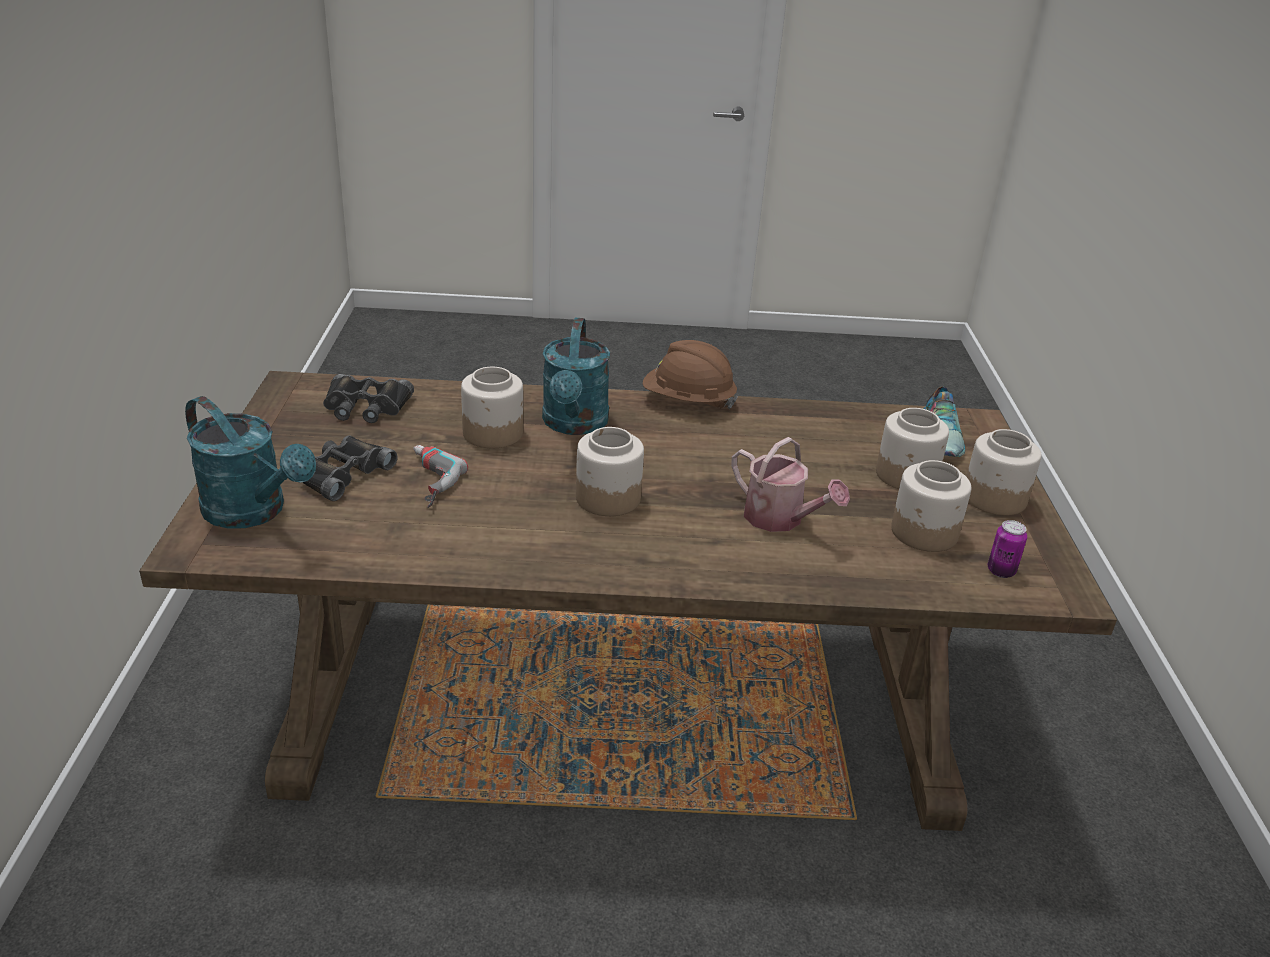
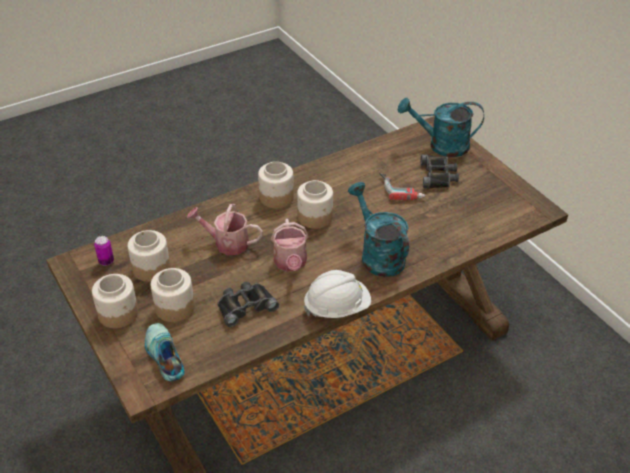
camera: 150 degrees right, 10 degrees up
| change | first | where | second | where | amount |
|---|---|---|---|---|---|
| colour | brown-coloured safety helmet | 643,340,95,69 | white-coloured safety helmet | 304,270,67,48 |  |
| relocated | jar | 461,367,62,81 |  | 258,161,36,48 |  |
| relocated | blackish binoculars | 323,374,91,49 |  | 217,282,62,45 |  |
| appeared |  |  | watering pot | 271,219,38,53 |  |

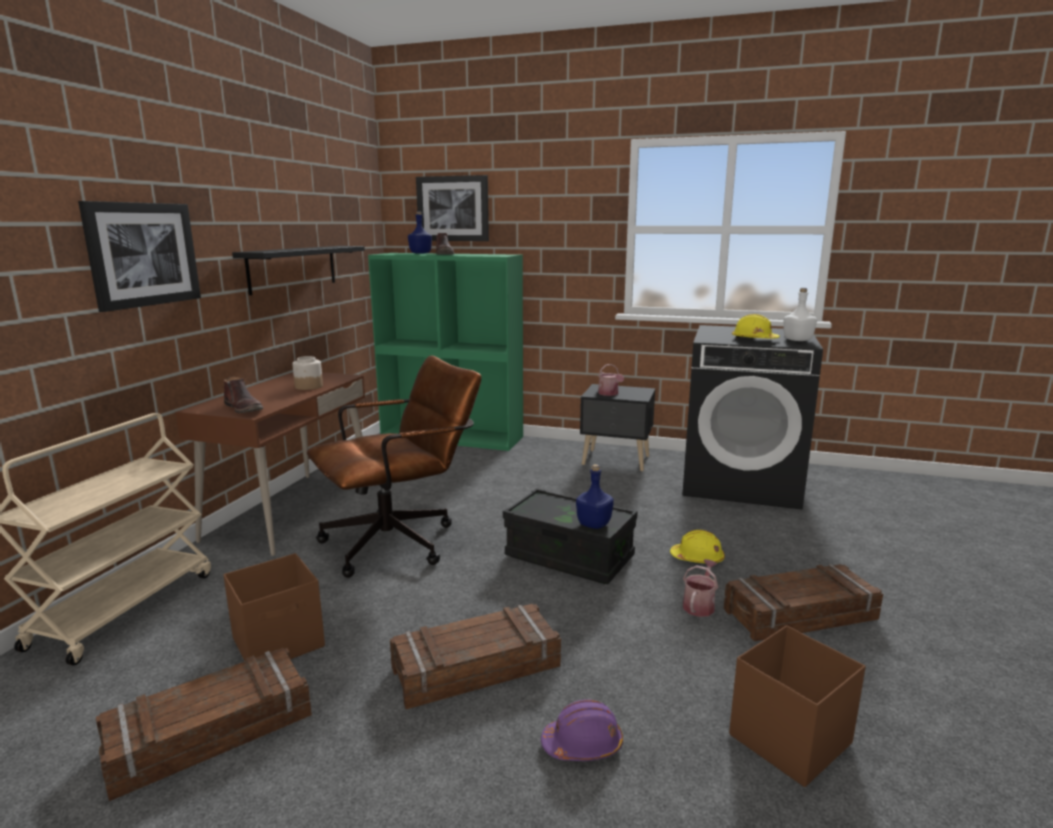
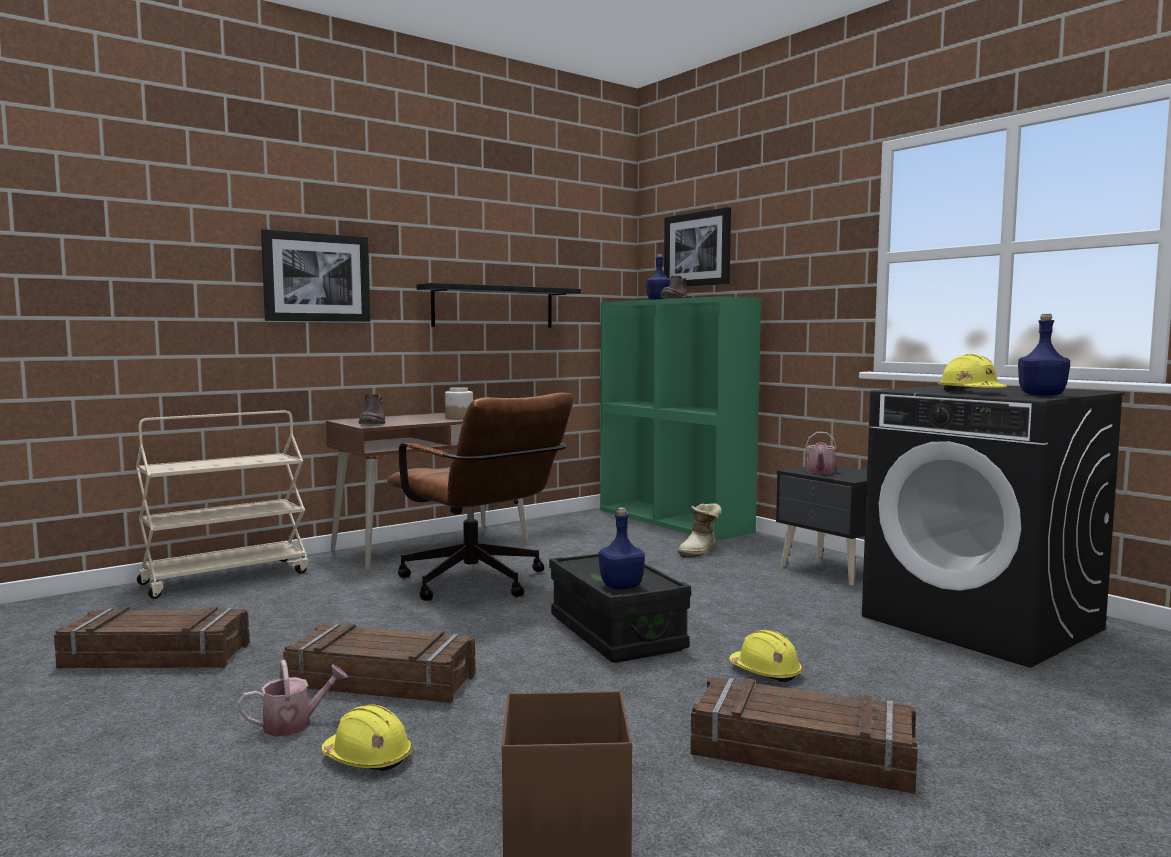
camera: 35 degrees right, 10 degrees down
| change | first | where | second | where | amount |
|---|---|---|---|---|---|
| colour | white-coloured bottle | 783,288,34,53 | bluish bottle | 1018,314,52,82 |  |
| spun | brown-coloured desk chair | 307,355,174,223 |  | 387,393,187,208 | 45 degrees clockwise |
| missing | brown-coloured storage bin | 223,553,102,108 |  |  |  |
| relocated | watering pot | 683,559,35,58 |  | 238,660,110,76 |  |
| colour | purple safety helmet | 541,699,82,62 | yellow safety helmet | 321,704,92,67 |  |
| appeared |  |  | boot | 677,503,45,55 |  |

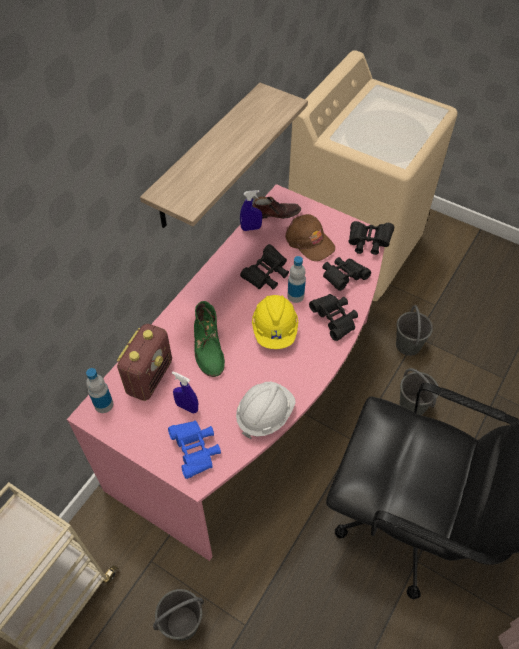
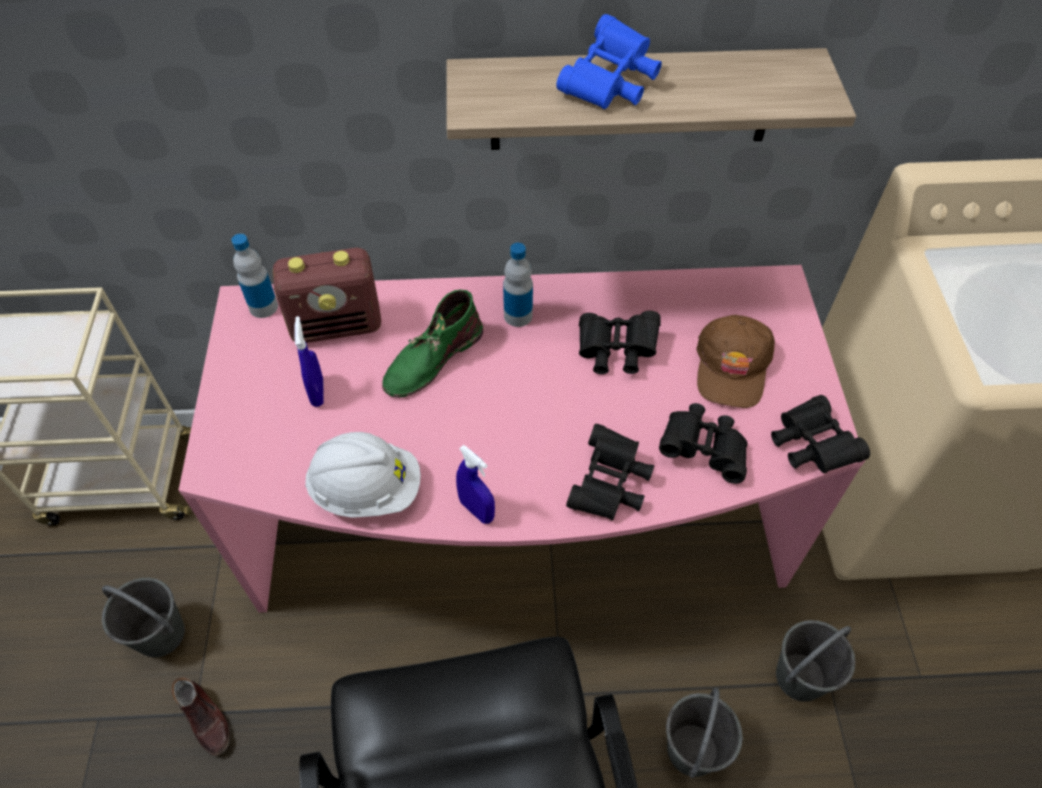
camera: 55 degrees right, 0 degrees up
| change | first | where | second | where | amount |
|---|---|---|---|---|---|
| relocated | bluish spray bottle | 240,190,22,41 |  | 456,445,39,79 |  |
| relocated | brown-coloured low shoe | 252,197,49,22 |  | 172,677,58,79 |  |
| relocated | bottle | 287,256,19,47 |  | 503,243,30,84 |  |
| missing | yellow safety helmet | 252,295,46,54 |  |  |  |
| relocated | bluish binoculars | 168,420,53,59 |  | 556,14,106,95 |  |

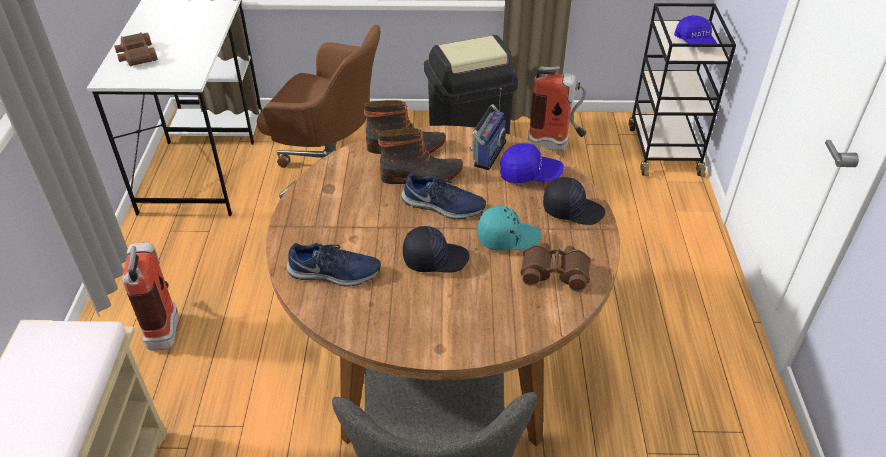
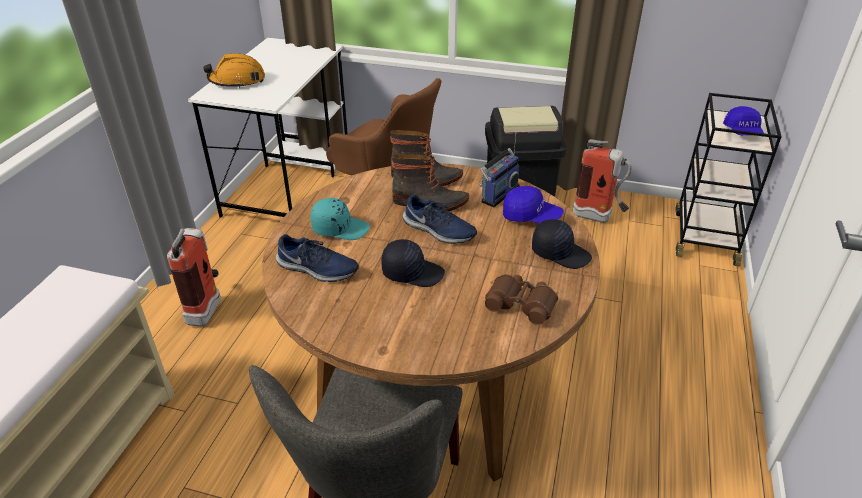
camera: 15 degrees right, 5 degrees down
| change | first | where | second | where | amount |
|---|---|---|---|---|---|
| exchanged | brown-coloured binoculars | 114,32,44,34 | orange safety helmet | 203,53,62,35 |  |
| relocated | blue-green peaked cap | 478,206,63,45 |  | 311,198,59,42 |  |

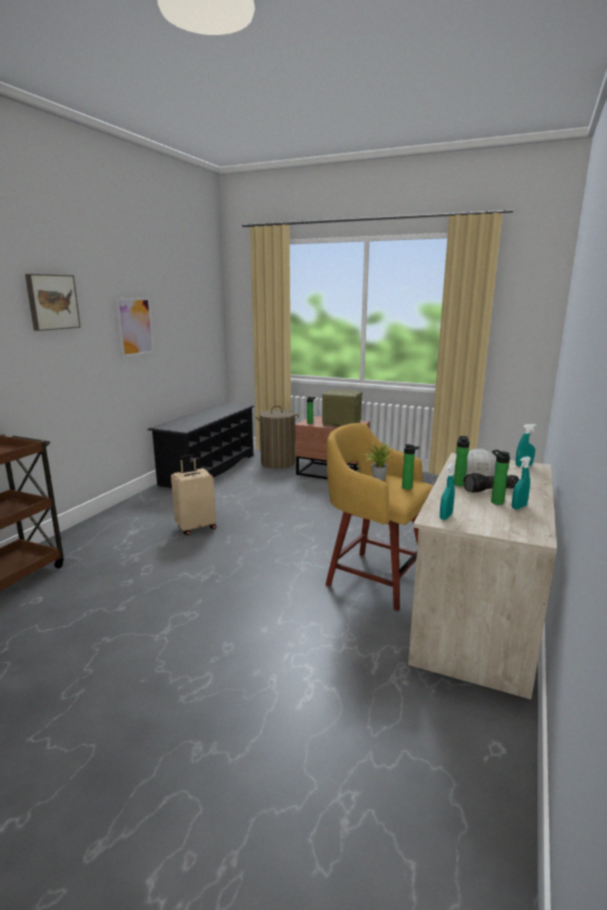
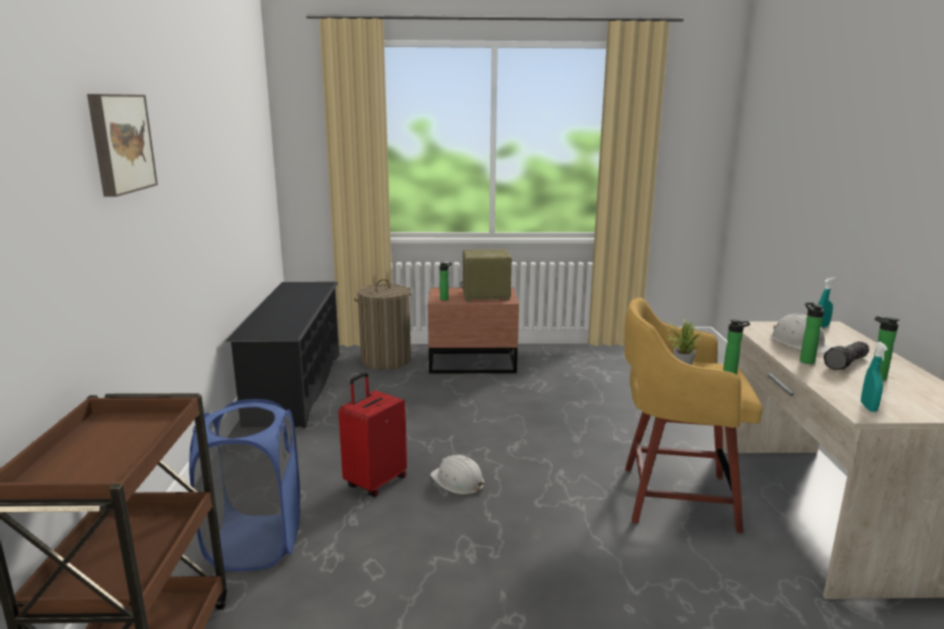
camera: 25 degrees left, 0 degrees up
| change | first | where | second | where | amount |
|---|---|---|---|---|---|
| missing | wall picture | 116,297,39,61 |  |  |  |
| colour | sand-coloured piece of luggage | 171,454,45,81 | red piece of luggage | 338,372,69,125 |  |
| missing | blue-green spray bottle | 512,456,19,53 |  |  |  |
| appeared |  |  | bluish washing basket | 189,399,111,172 |  |
| appeared |  |  | white-coloured safety helmet | 430,455,55,39 |  |

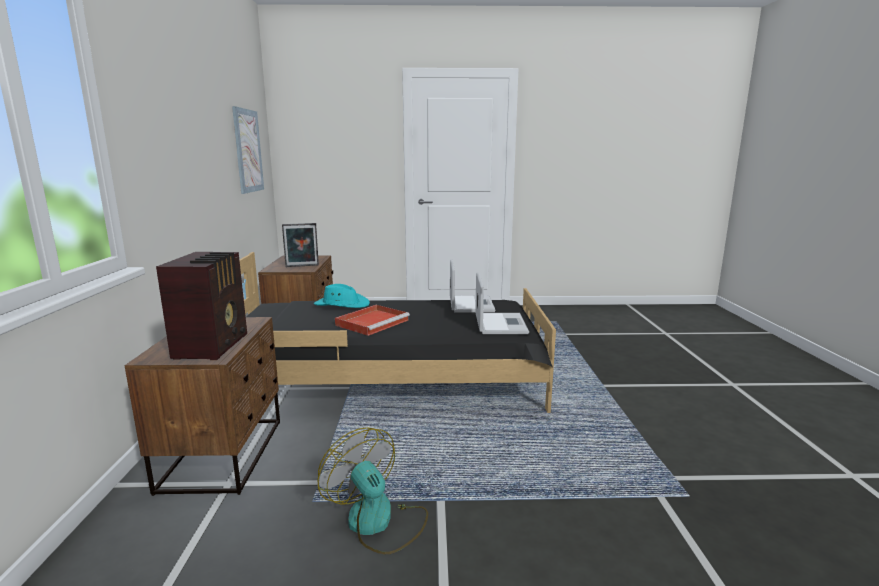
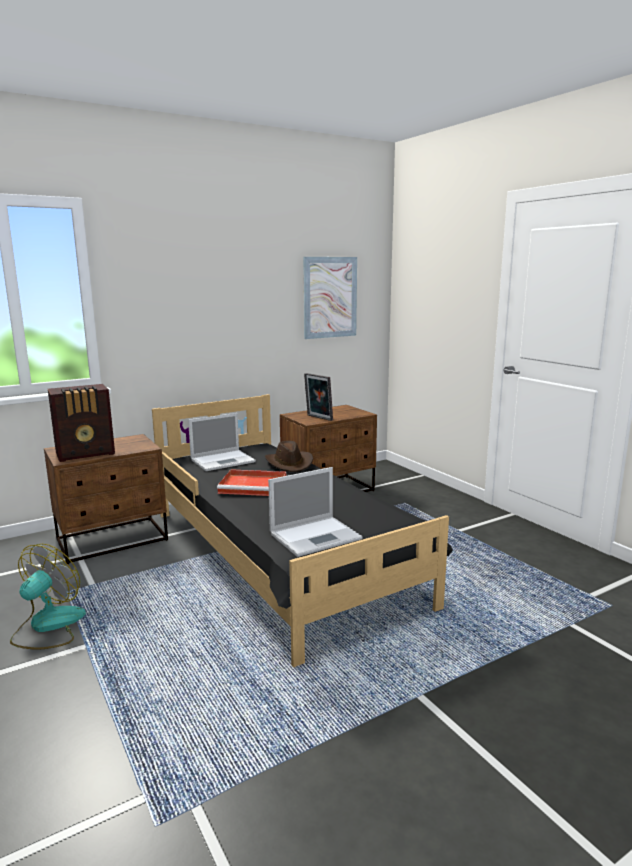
camera: 60 degrees right, 0 degrees up
| change | first | where | second | where | amount |
|---|---|---|---|---|---|
| relocated | portable computer | 450,259,45,54 |  | 188,413,68,58 |  |
| colour | blue-green hat | 314,284,56,24 | brown-coloured hat | 265,441,48,31 |  |

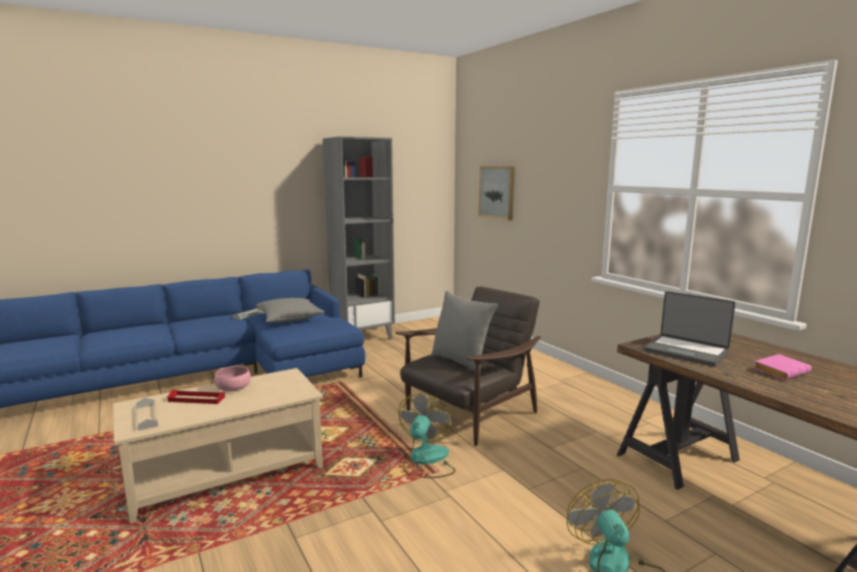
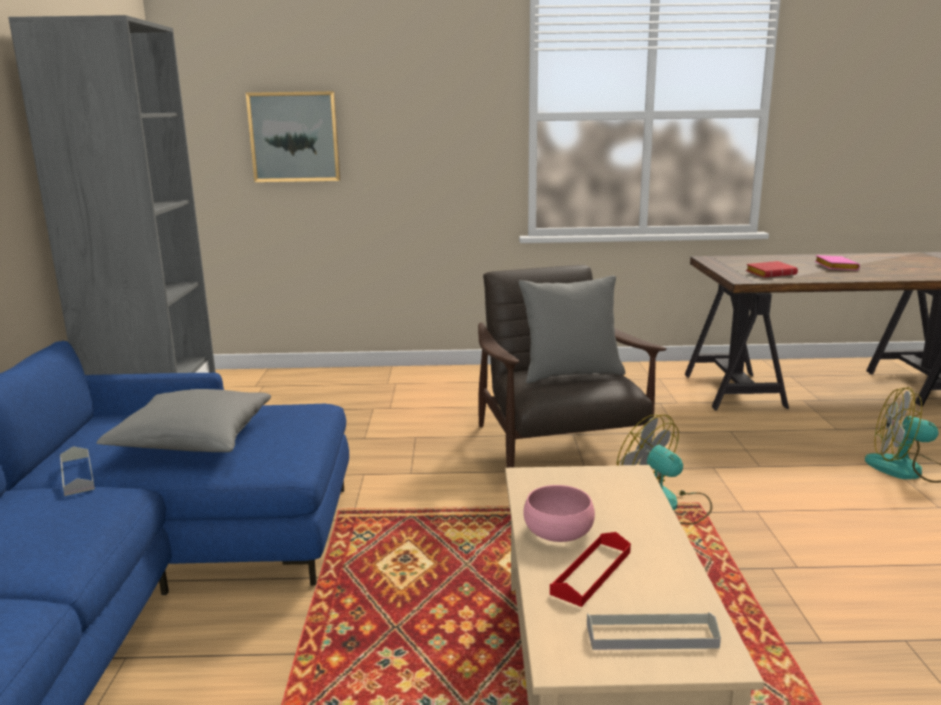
camera: 60 degrees left, 5 degrees up
| change | first | where | second | where | amount |
|---|---|---|---|---|---|
| exchanged | portable computer | 644,291,92,75 | red book | 746,261,52,17 |  |

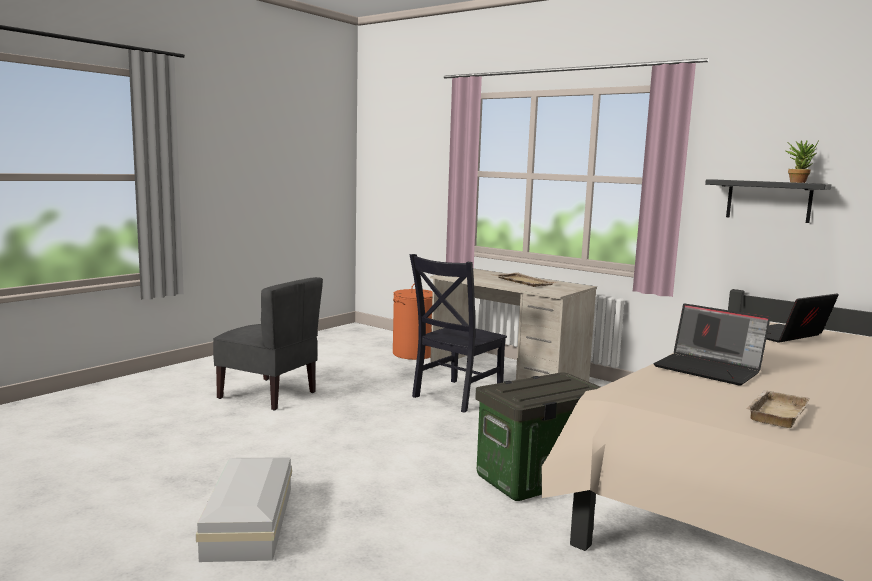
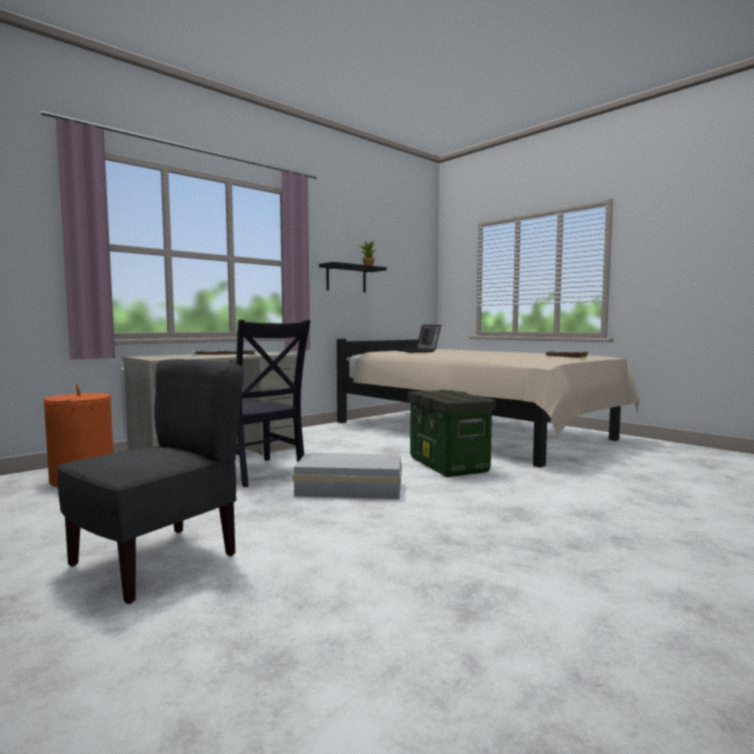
camera: 80 degrees left, 5 degrees down
| change | first | where | second | where | amount |
|---|---|---|---|---|---|
| missing | portable computer | 653,303,117,82 |  |  |  |
| relocated | white-coloured storage bin | 196,457,96,105 |  | 292,453,110,46 |  |

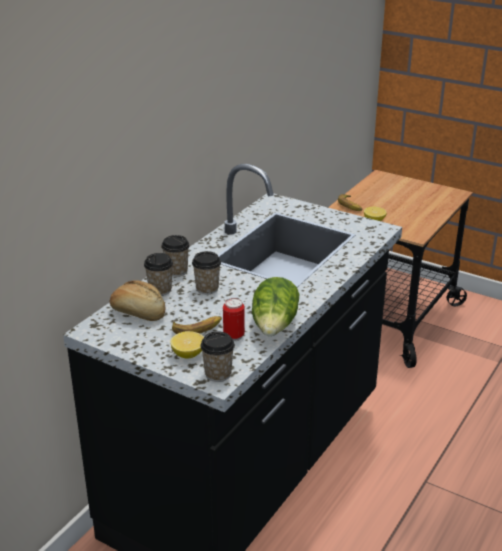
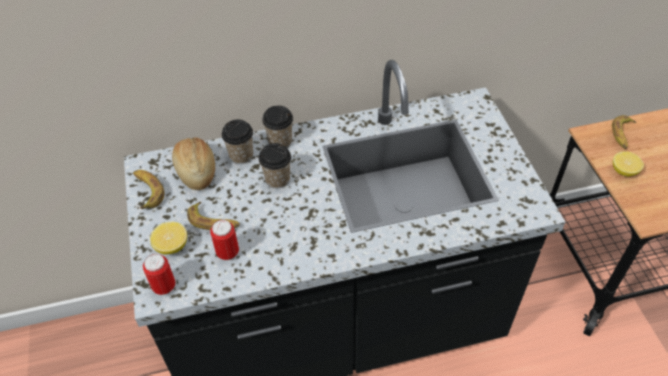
camera: 45 degrees right, 20 degrees up
| change | first | where | second | where | amount |
|---|---|---|---|---|---|
| missing | head of lettuce | 252,277,48,59 |  |  |  |
| exchanged | cup | 200,331,35,51 | can | 143,254,32,41 |  |
| appeared |  |  | whole banana | 133,170,31,39 |  |

